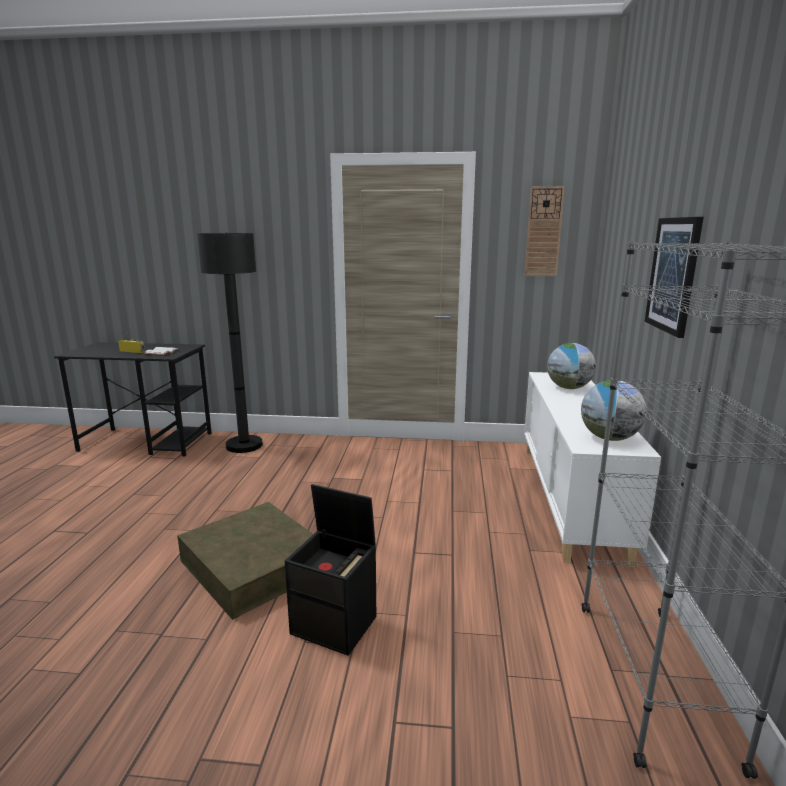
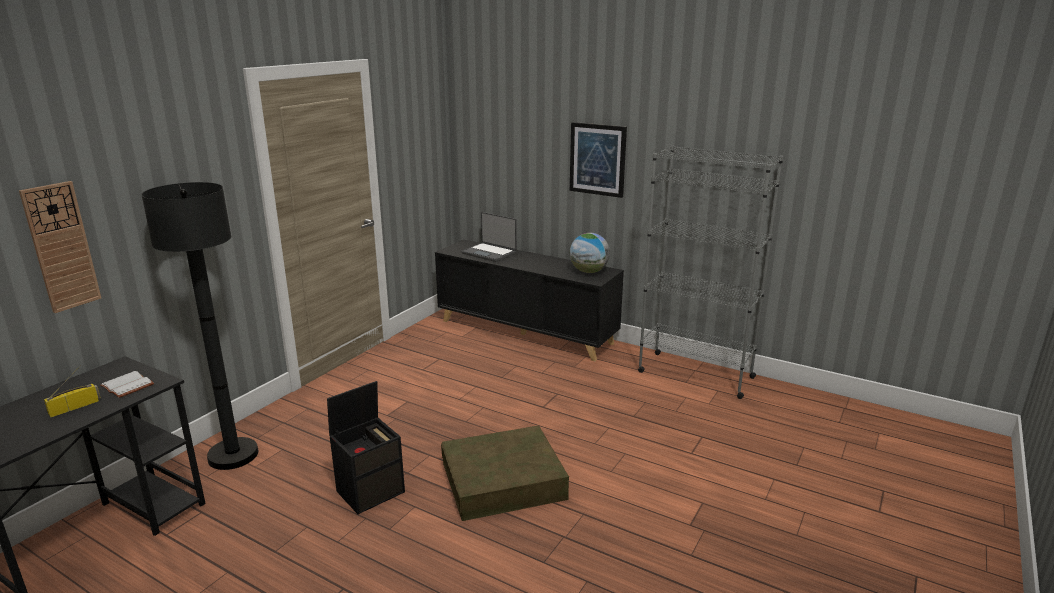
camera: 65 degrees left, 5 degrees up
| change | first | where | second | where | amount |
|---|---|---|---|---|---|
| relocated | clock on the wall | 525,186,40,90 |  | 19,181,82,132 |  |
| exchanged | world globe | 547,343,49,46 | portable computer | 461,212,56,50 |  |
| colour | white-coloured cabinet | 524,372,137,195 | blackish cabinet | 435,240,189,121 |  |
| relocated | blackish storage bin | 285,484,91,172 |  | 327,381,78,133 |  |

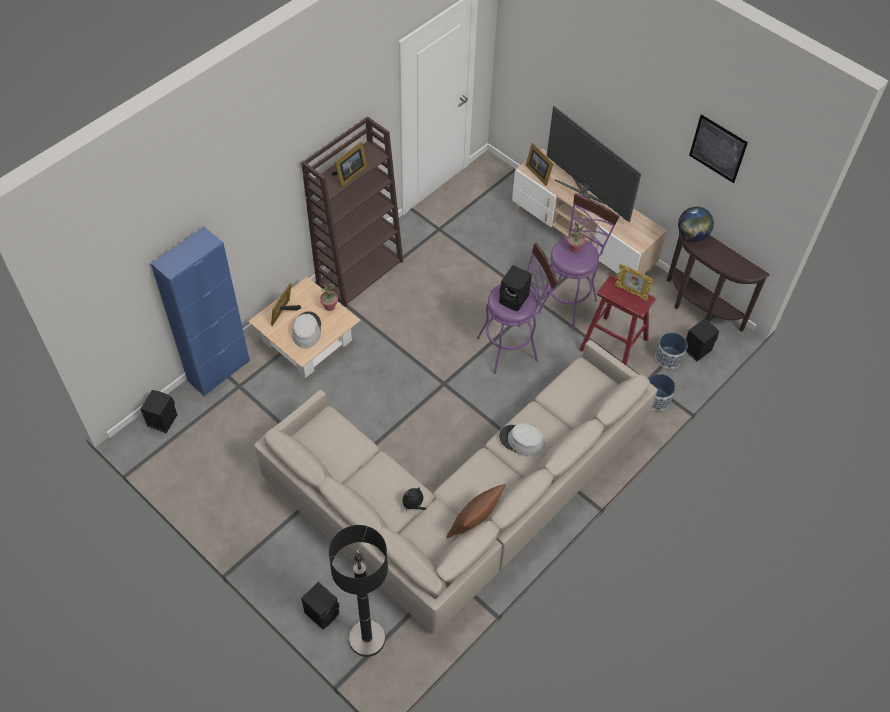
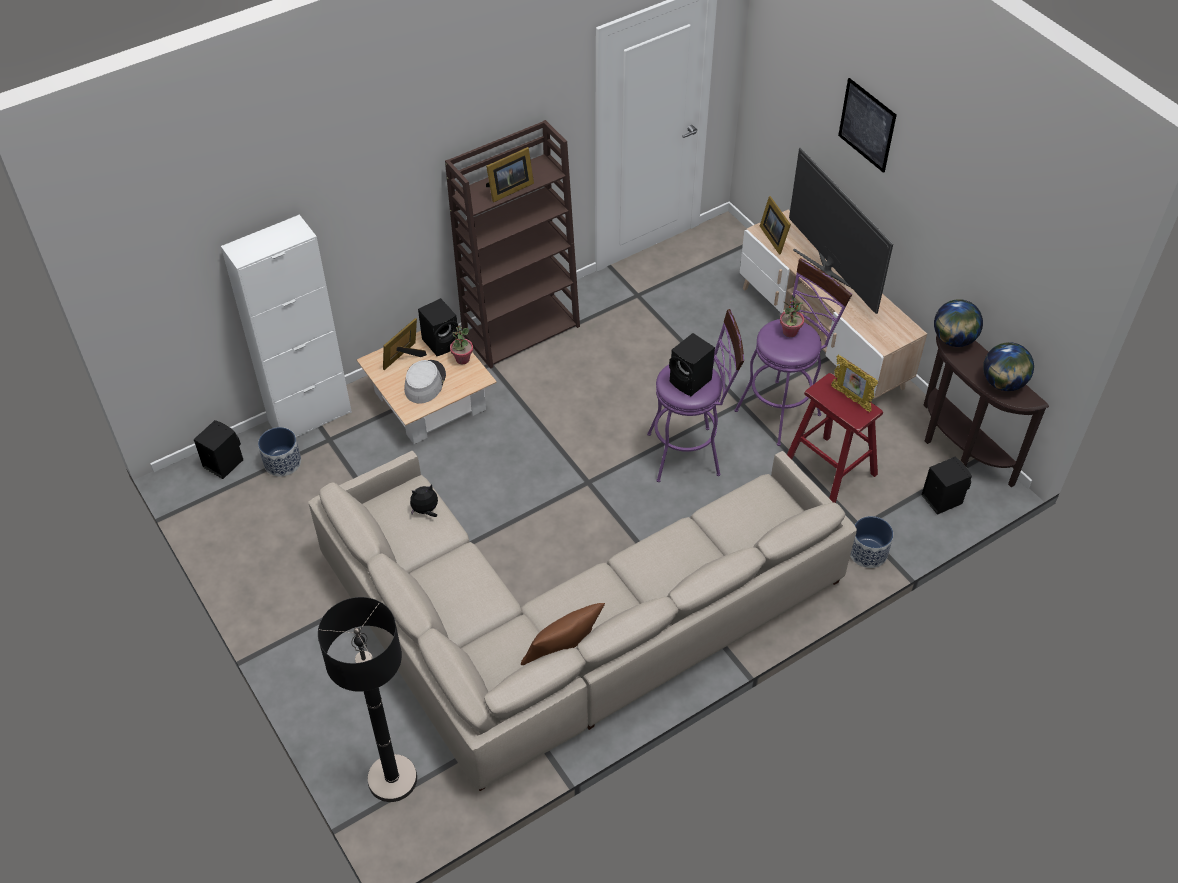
camera: 15 degrees right, 5 degrees down
| change | first | where | second | where | amount |
|---|---|---|---|---|---|
| relocated | wall picture | 689,115,59,68 |  | 838,78,59,95 |  |
| colour | bluish cabinet | 151,226,99,170 | white-coloured cabinet | 221,215,131,222 |  |
| relocated | planter | 655,332,32,37 |  | 258,427,43,50 |  |
| missing | greyish hat | 499,423,45,34 |  |  |  |
| relocated | cuddly toy | 402,487,24,25 |  | 410,485,28,32 |  |
| relocated | blackish loudspeaker | 301,582,39,47 |  | 418,298,41,58 |  |
| appeared |  |  | world globe | 983,342,51,49 |  |

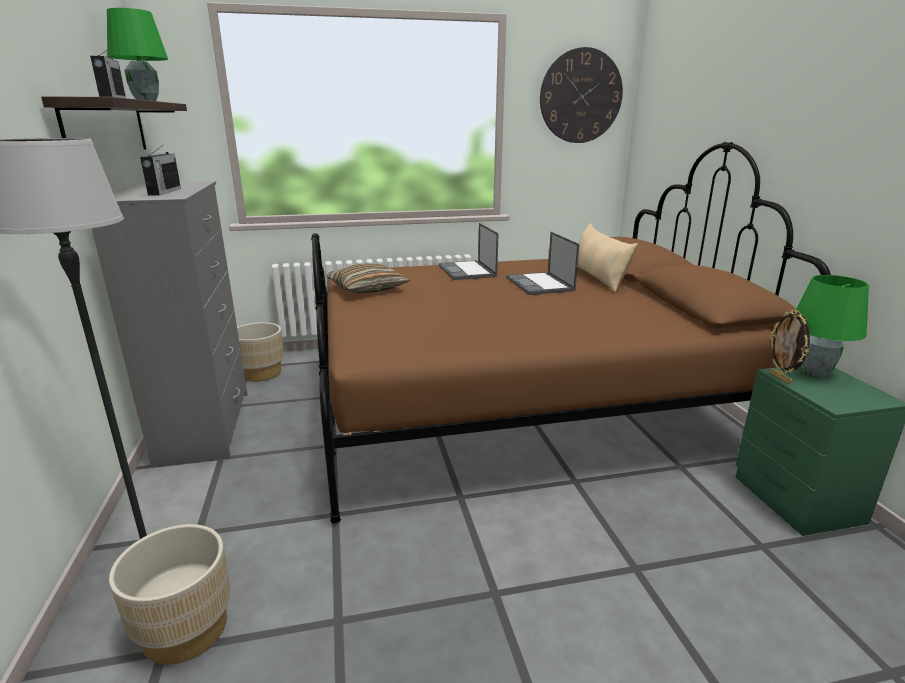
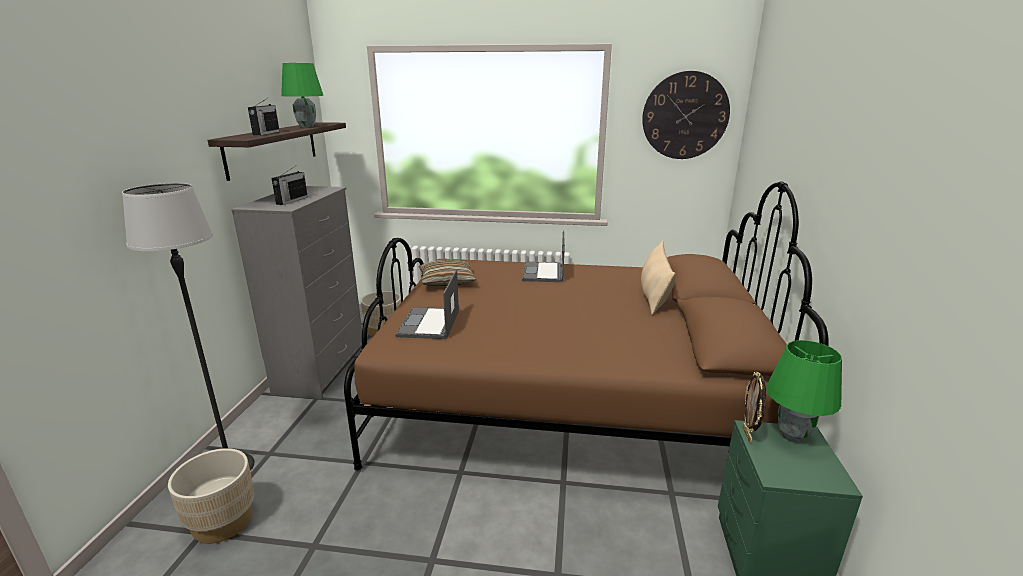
camera: 20 degrees right, 0 degrees up
| change | first | where | second | where | amount |
|---|---|---|---|---|---|
| relocated | portable computer | 506,232,74,63 |  | 395,270,64,69 |  |

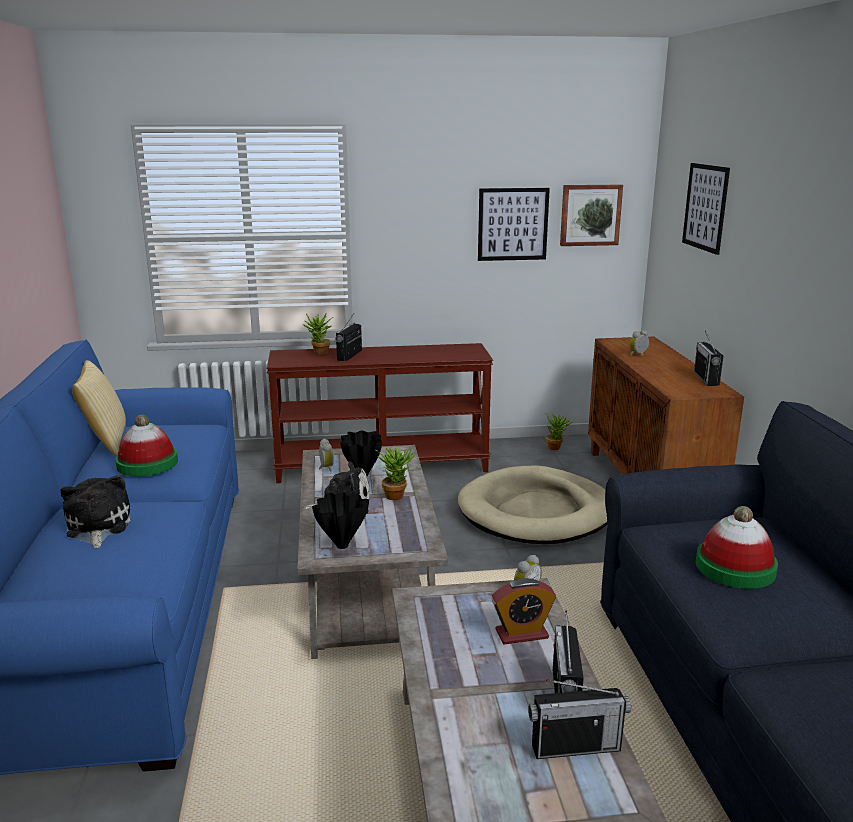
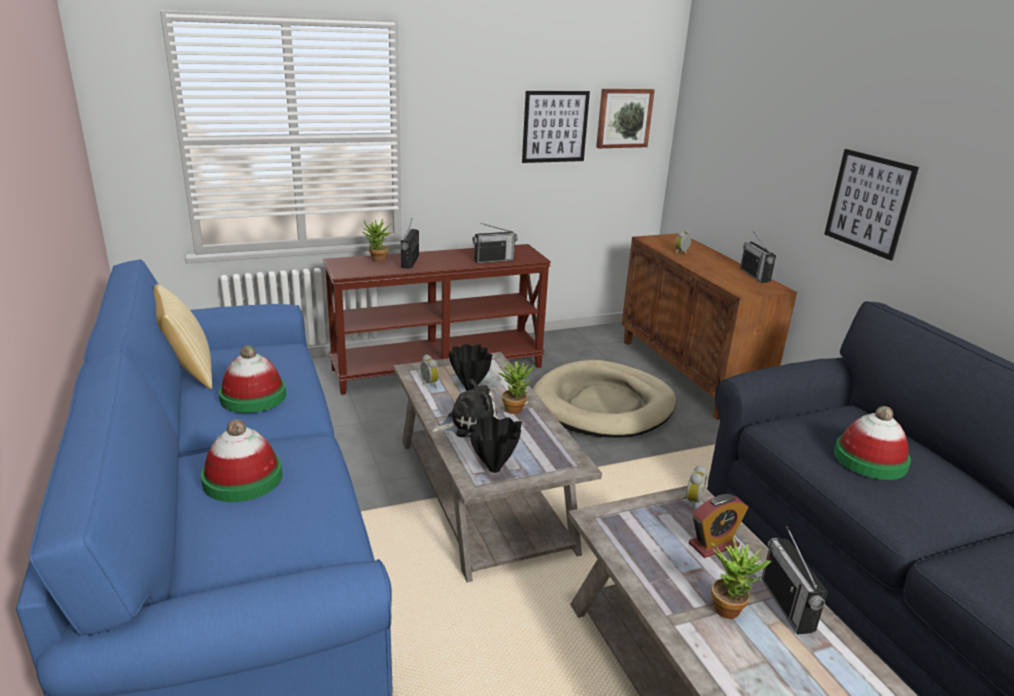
camera: 15 degrees left, 5 degrees up
| change | first | where | second | where | amount |
|---|---|---|---|---|---|
| relocated | wall picture | 682,163,48,92 |  | 824,149,95,112 |  |
| relocated | potted plant | 545,413,27,37 |  | 711,538,60,81 |  |
| exchanged | cuddly toy | 60,475,71,73 | hat | 201,419,81,83 |  |
| relocated | radio | 528,679,103,80 |  | 472,223,46,40 |  |

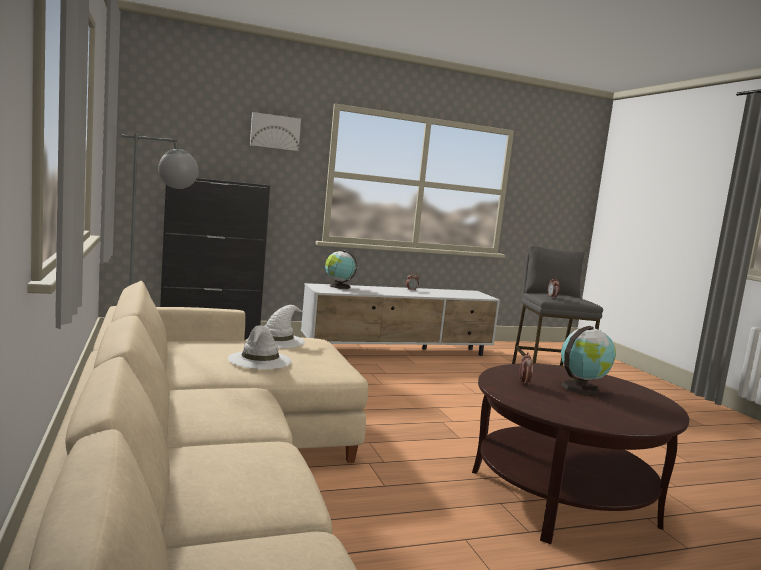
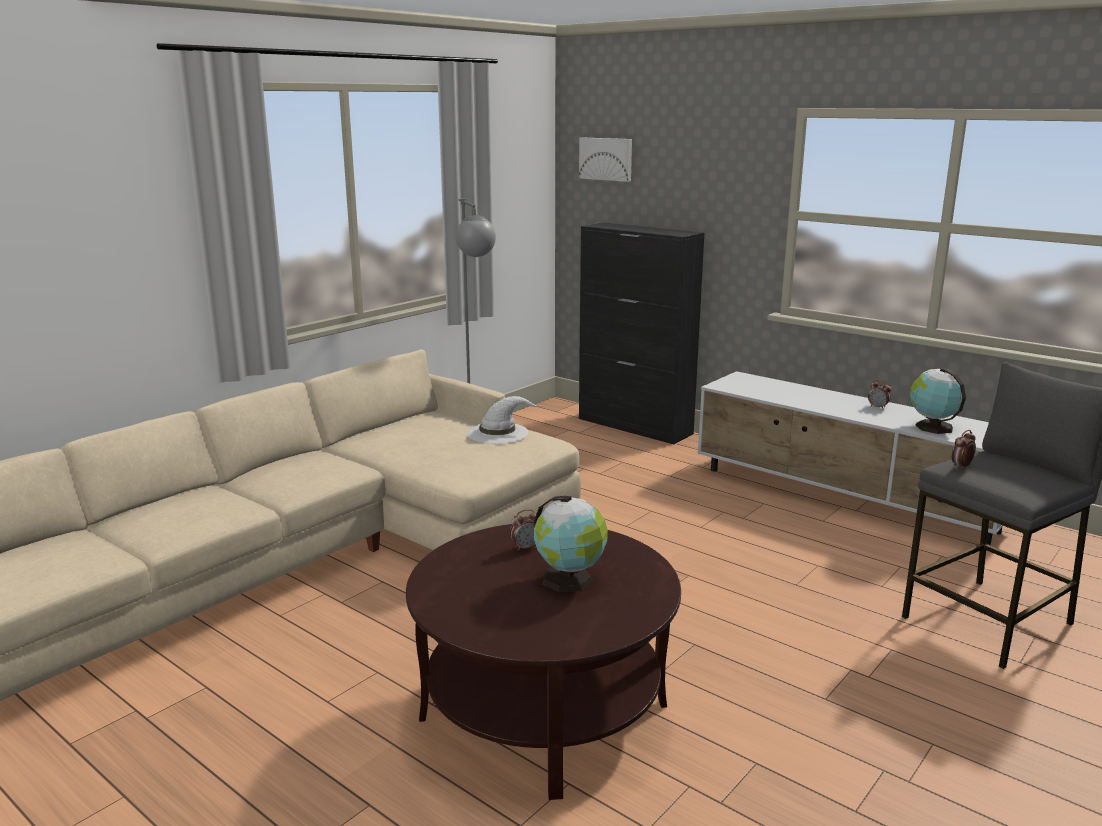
camera: 60 degrees right, 10 degrees up
| change | first | where | second | where | amount |
|---|---|---|---|---|---|
| relocated | wall picture | 250,112,51,39 |  | 579,137,53,45 |  |
| relocated | world globe | 325,250,32,39 |  | 910,368,56,66 |  |
| missing | white-coloured hat | 228,325,64,44 |  |  |  |

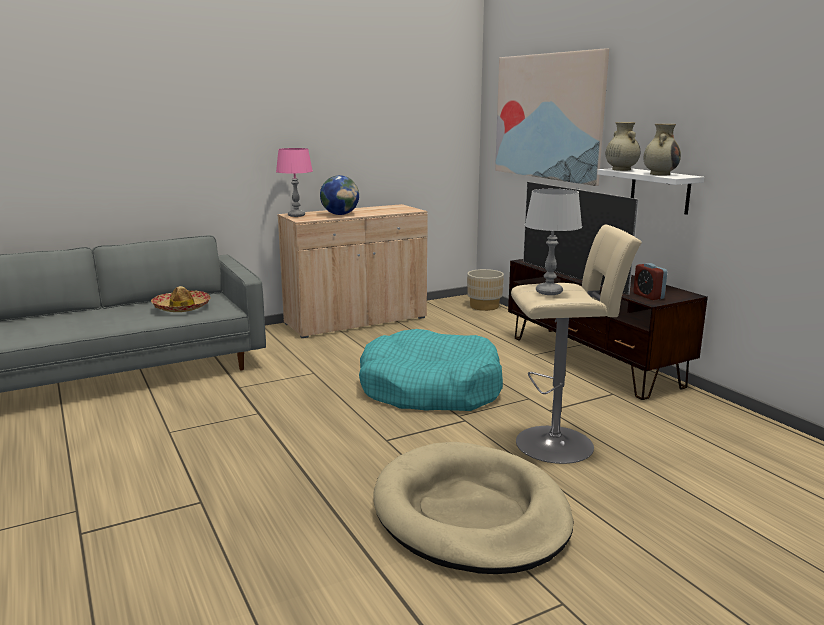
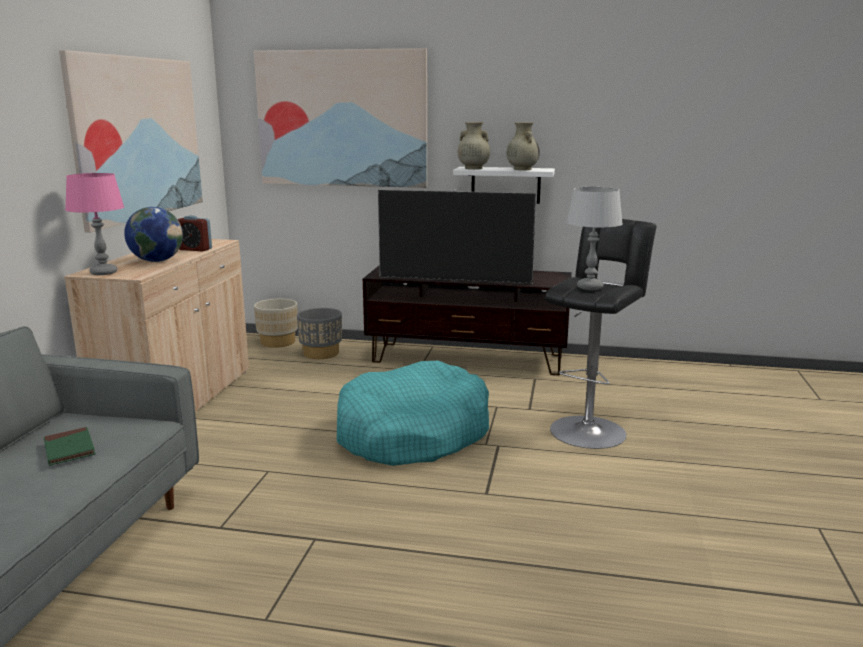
camera: 50 degrees left, 0 degrees up
| change | first | where | second | where | amount |
|---|---|---|---|---|---|
| colour | sand-coloured stool seat | 511,225,131,239 | blackish stool seat | 545,219,112,230 |  |
| relocated | alarm clock | 633,263,34,37 |  | 178,215,34,37 |  |
| exchanged | hat | 151,286,60,26 | green book | 44,427,52,39 |  |
| missing | sand-coloured pet bed | 373,442,201,132 |  |  |  |
| appeared |  |  | wall picture | 59,50,144,183 |  |
| appeared |  |  | greyish planter | 297,308,45,51 |  |

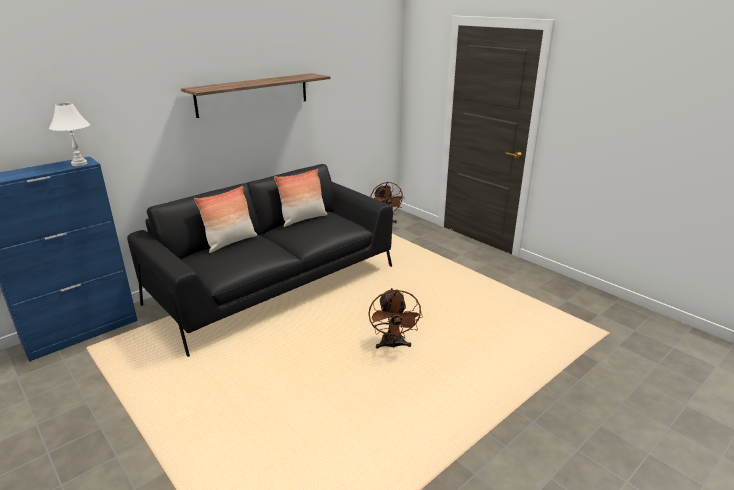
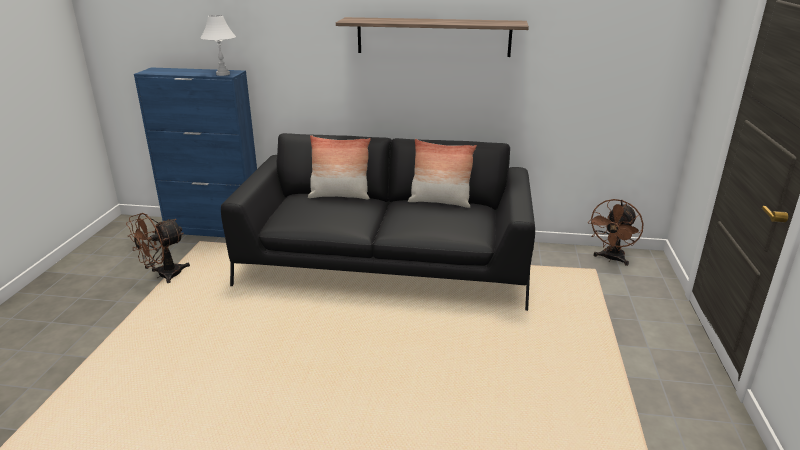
camera: 50 degrees right, 0 degrees up
| change | first | where | second | where | amount |
|---|---|---|---|---|---|
| relocated | brown-coloured cooling fan | 369,288,54,61 |  | 126,213,64,70 |  |

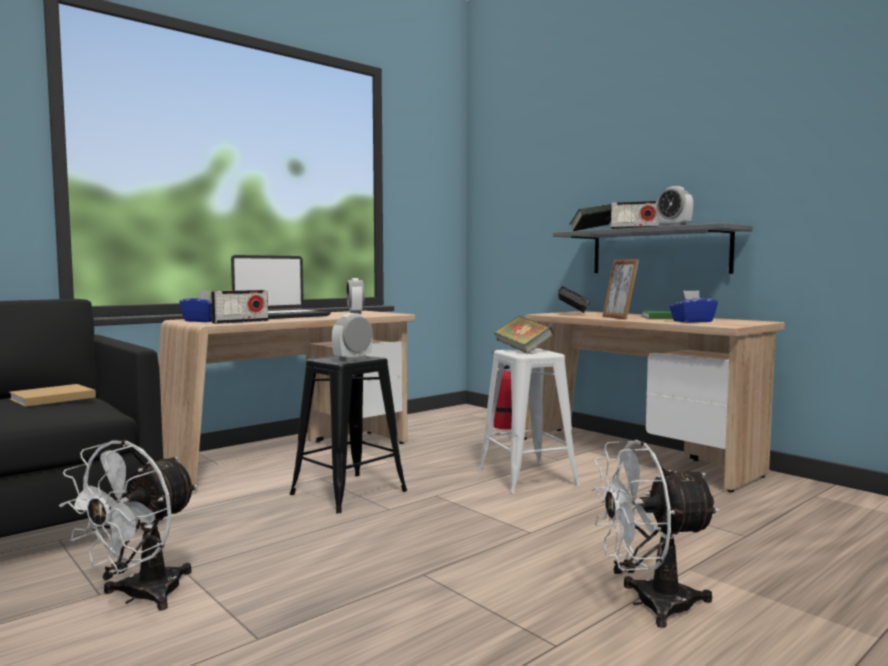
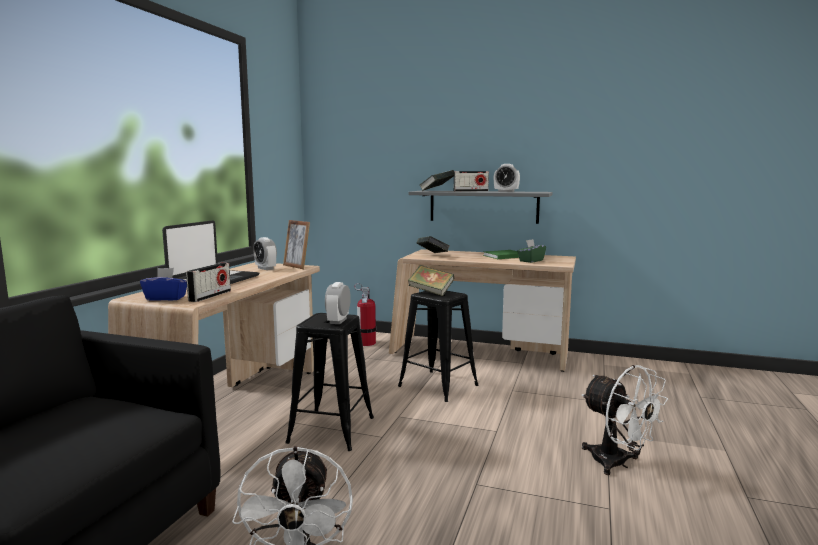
camera: 30 degrees left, 5 degrees up
| change | first | where | second | where | amount |
|---|---|---|---|---|---|
| relocated | picture frame | 602,259,37,61 |  | 283,220,27,49 |  |
| colour | bluish tissue holder | 669,290,49,33 | green tissue holder | 517,239,29,24 |  |
| colour | white-coloured stool seat | 478,348,102,146 | blackish stool seat | 398,291,80,111 |  |
| missing | sand-coloured book | 9,384,87,23 |  |  |  |
| spun | white-coloured cooling fan | 591,440,129,188 |  | 582,365,86,110 | 90 degrees counterclockwise |

